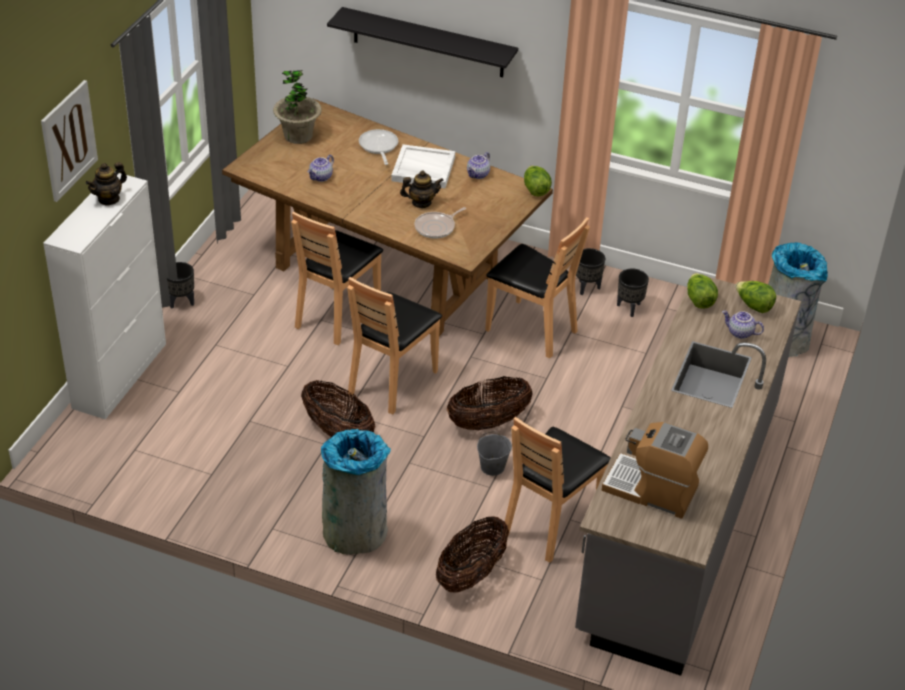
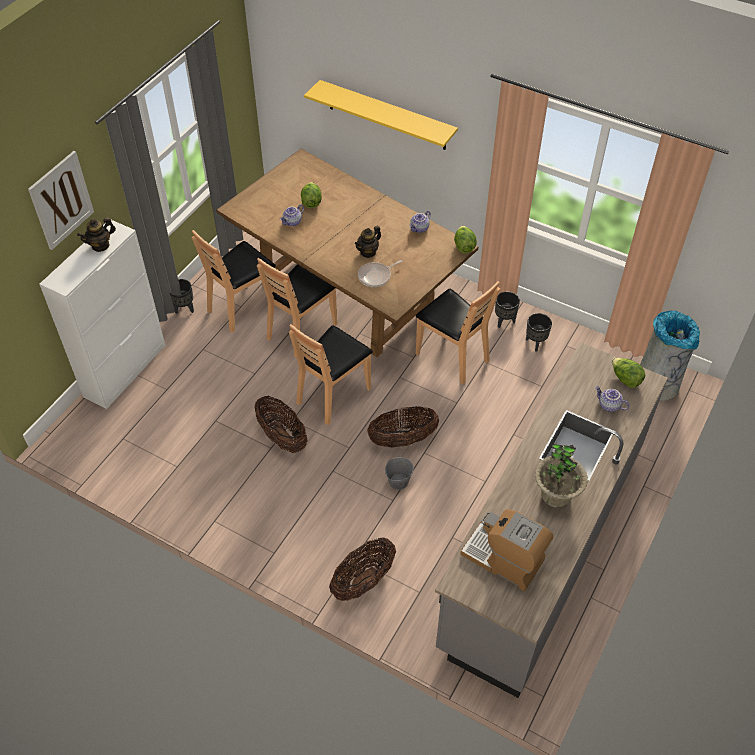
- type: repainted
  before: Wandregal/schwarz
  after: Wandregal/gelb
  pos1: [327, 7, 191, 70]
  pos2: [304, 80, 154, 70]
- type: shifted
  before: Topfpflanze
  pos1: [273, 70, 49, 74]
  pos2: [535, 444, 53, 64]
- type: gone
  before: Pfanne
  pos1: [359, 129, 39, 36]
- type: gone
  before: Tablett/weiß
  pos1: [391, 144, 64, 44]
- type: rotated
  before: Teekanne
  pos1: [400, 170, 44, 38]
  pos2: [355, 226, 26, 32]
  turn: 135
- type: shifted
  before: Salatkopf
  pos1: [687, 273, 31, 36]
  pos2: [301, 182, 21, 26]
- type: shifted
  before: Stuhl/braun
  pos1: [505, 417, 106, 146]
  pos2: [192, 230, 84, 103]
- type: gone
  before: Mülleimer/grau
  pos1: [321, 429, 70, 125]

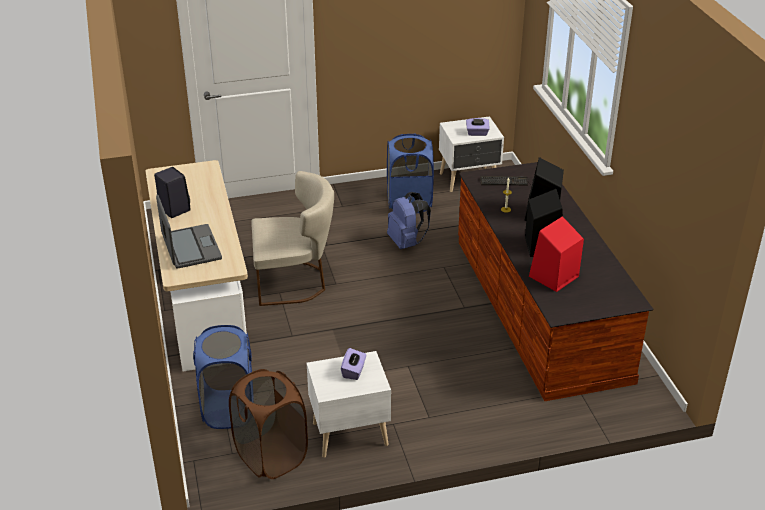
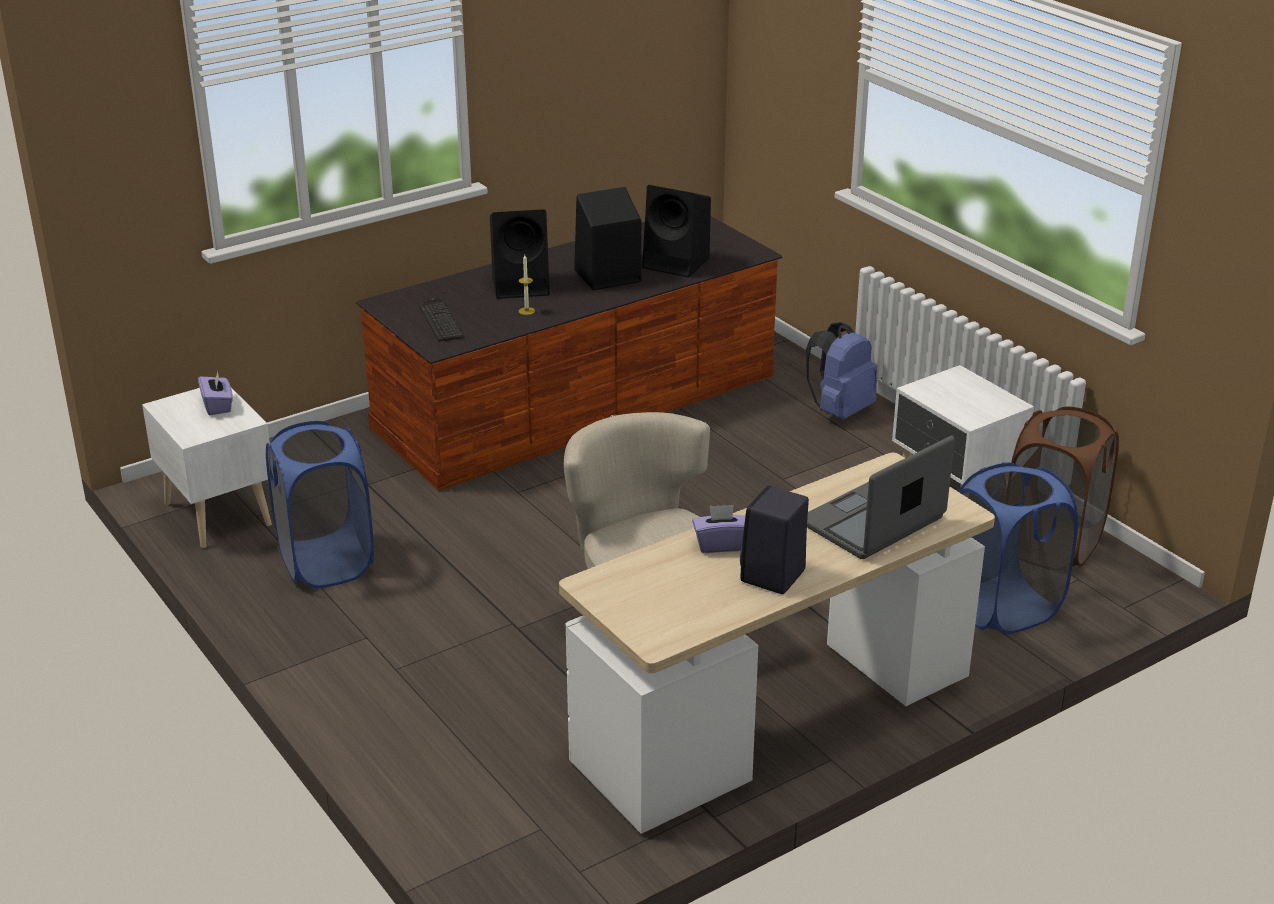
- type: shifted
  before: Rucksack/blau
  pos1: [387, 192, 44, 57]
  pos2: [806, 322, 71, 98]
- type: repainted
  before: Lautsprecher/rot
  after: Lautsprecher/schwarz
  pos1: [529, 216, 55, 76]
  pos2: [642, 185, 69, 93]
- type: shifted
  before: Taschentuchbox/lila
  pos1: [341, 348, 26, 32]
  pos2: [692, 505, 53, 48]

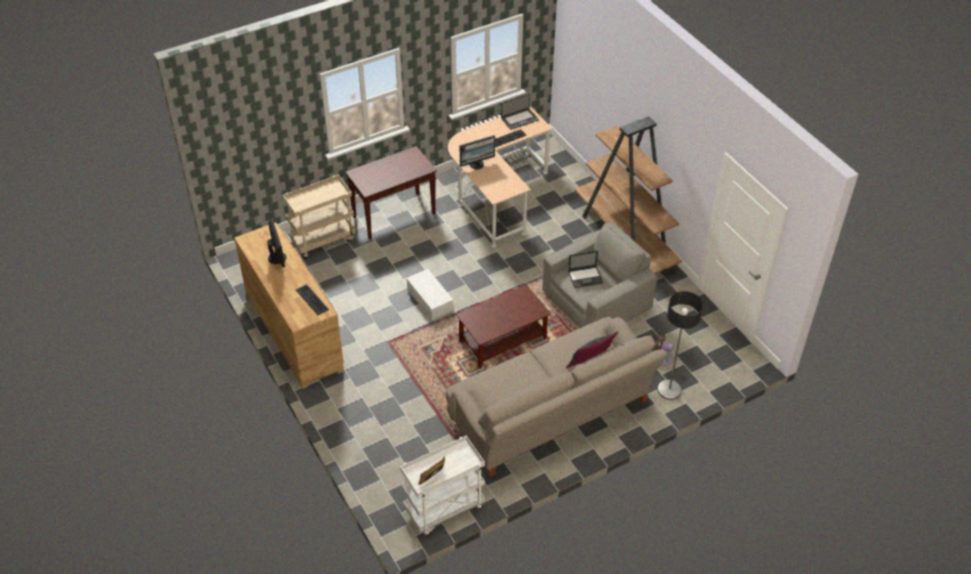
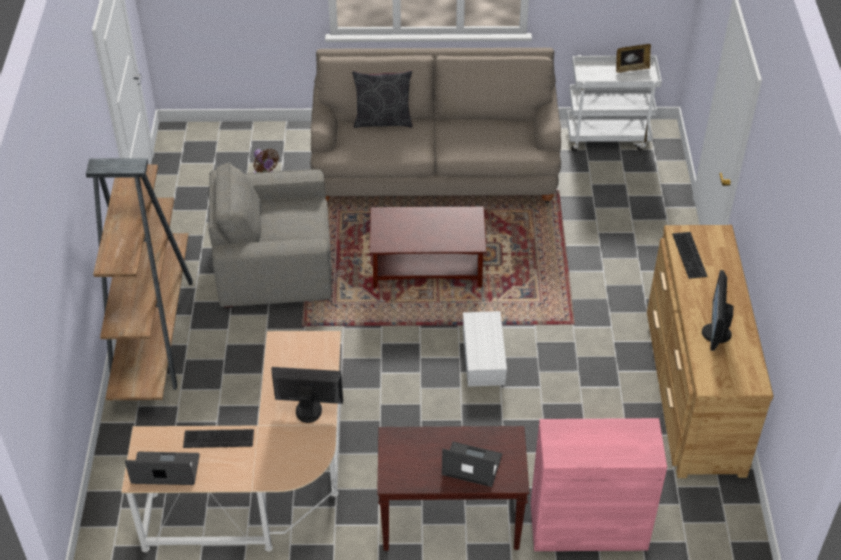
- type: swapped
  before: Rollwagen/beige
  after: Schrank/rosa
  pos1: [282, 175, 74, 84]
  pos2: [530, 418, 137, 133]
- type: shifted
  before: Laptop
  pos1: [568, 250, 35, 38]
  pos2: [442, 442, 61, 45]
- type: gone
  before: Stehlampe
  pos1: [657, 291, 46, 109]

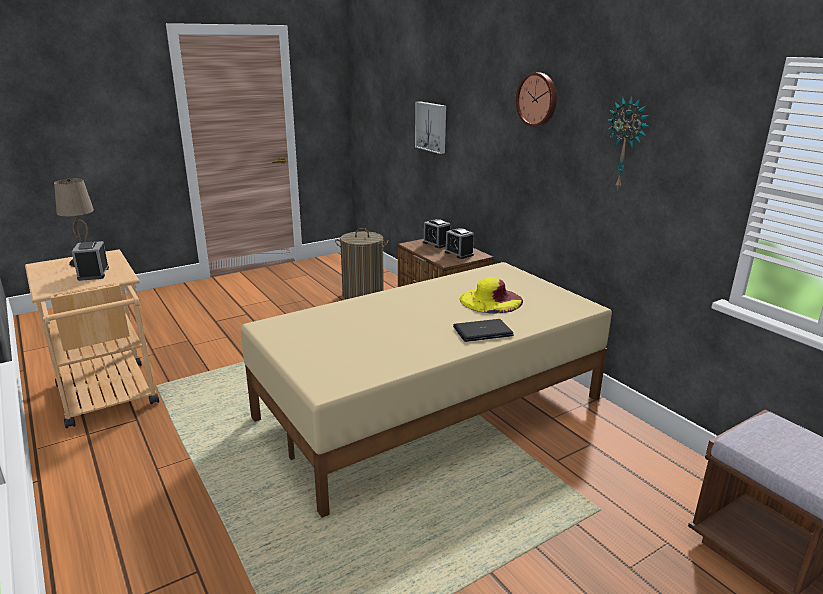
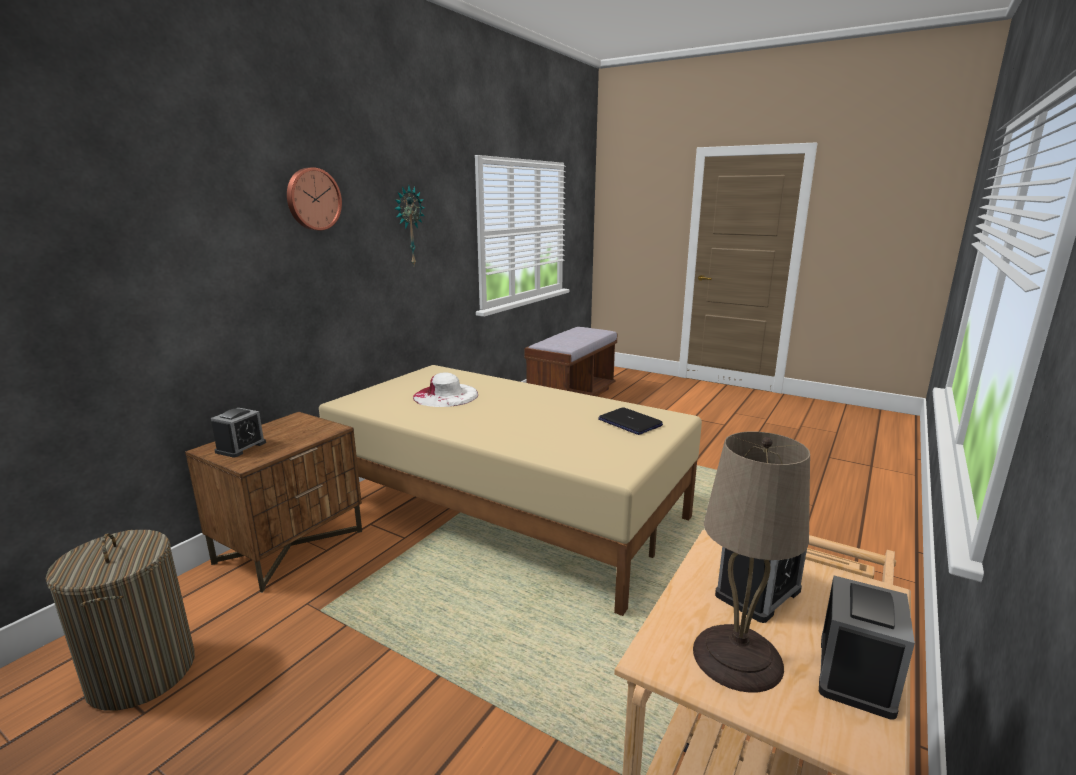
- type: gone
  before: Bild
  pos1: [415, 101, 31, 53]
- type: shifted
  before: Wecker
  pos1: [445, 228, 29, 31]
  pos2: [819, 576, 96, 144]
- type: repainted
  before: Hut/gelb
  after: Hut/weiß
  pos1: [460, 277, 63, 37]
  pos2: [413, 372, 65, 35]
- type: shifted
  before: Laptop
  pos1: [453, 319, 61, 23]
  pos2: [598, 407, 65, 28]

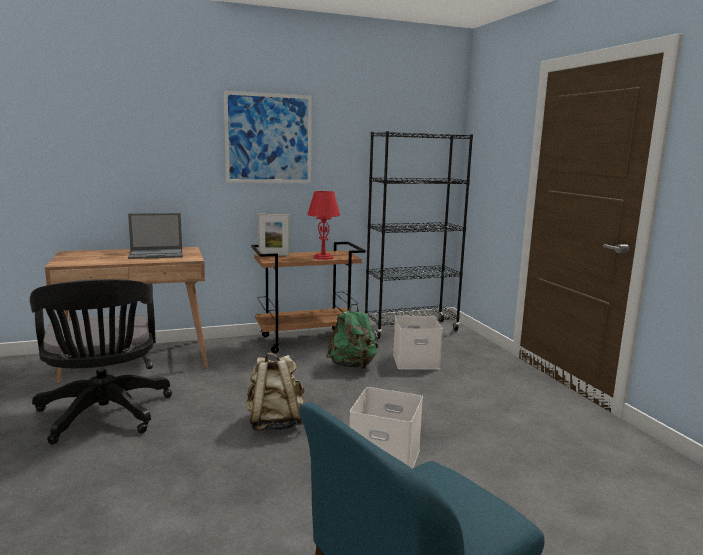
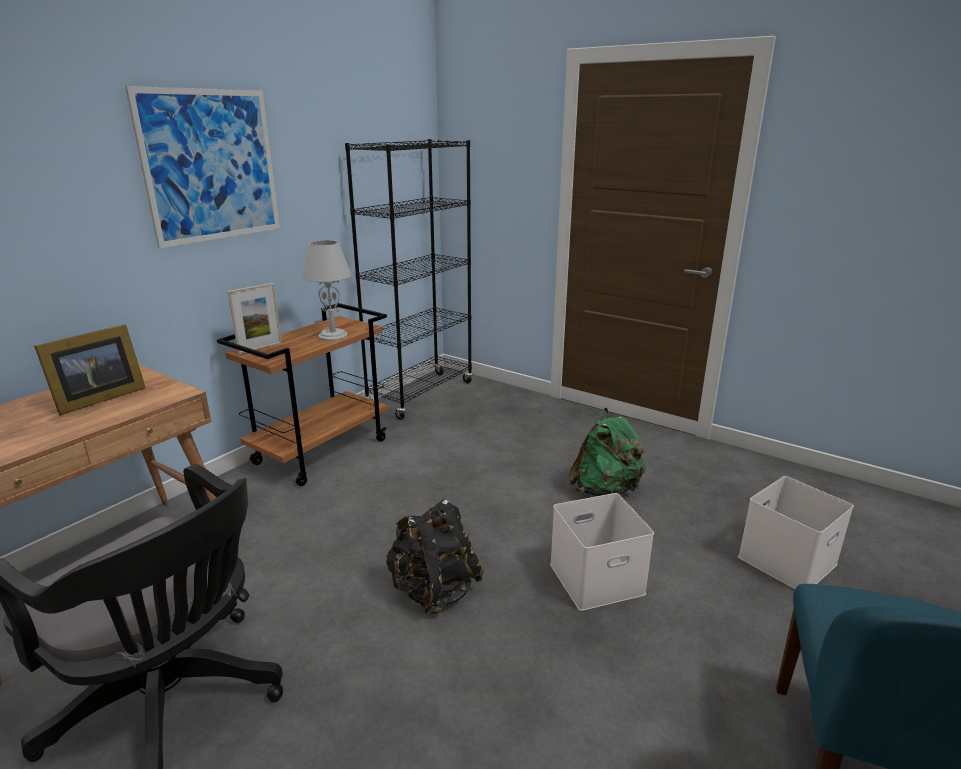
- type: repainted
  before: Tischlampe/rot
  after: Tischlampe/grau
  pos1: [307, 191, 33, 69]
  pos2: [303, 240, 49, 101]
- type: swapped
  before: Laptop
  after: Bilderrahmen
  pos1: [128, 213, 55, 46]
  pos2: [34, 324, 112, 91]
- type: shifted
  before: Rucksack/grün
  pos1: [326, 304, 53, 65]
  pos2: [569, 408, 77, 88]
- type: shifted
  before: Aufbewahrungsbox/weiß
  pos1: [393, 316, 50, 54]
  pos2: [738, 476, 116, 113]
- type: repainted
  before: Rucksack/beige
  after: Rucksack/schwarz
  pos1: [245, 352, 59, 79]
  pos2: [386, 499, 97, 116]

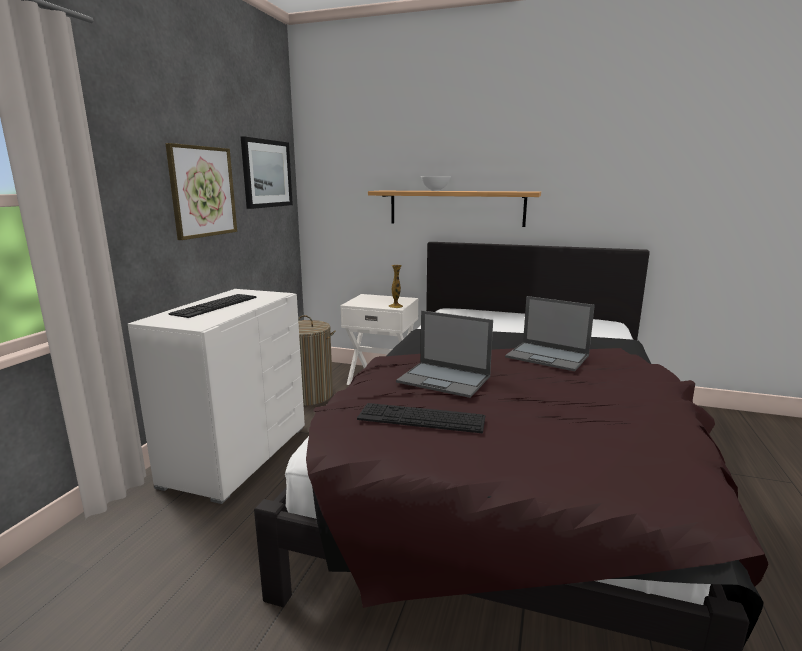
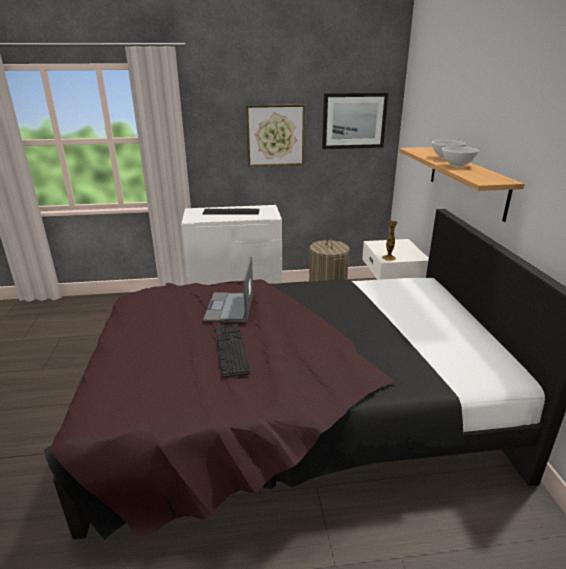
- type: gone
  before: Laptop
  pos1: [505, 296, 90, 75]
- type: shifted
  before: Tastatur
  pos1: [357, 403, 128, 30]
  pos2: [215, 324, 35, 54]
- type: new
  after: Schüssel/weiß
  pos2: [442, 147, 37, 20]

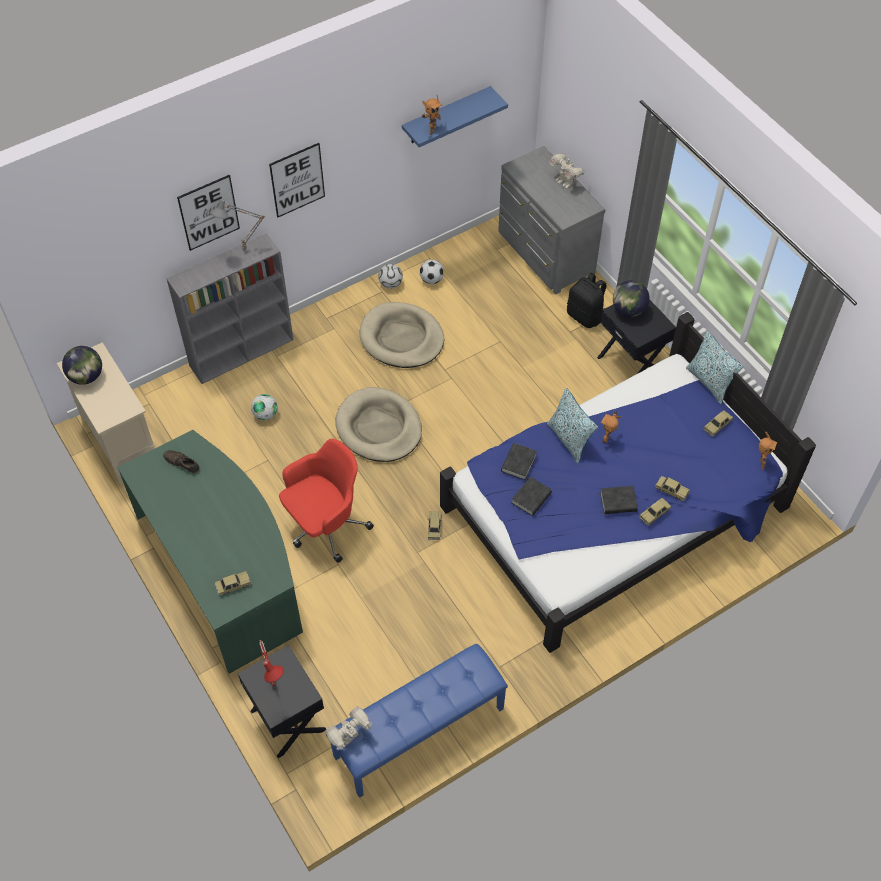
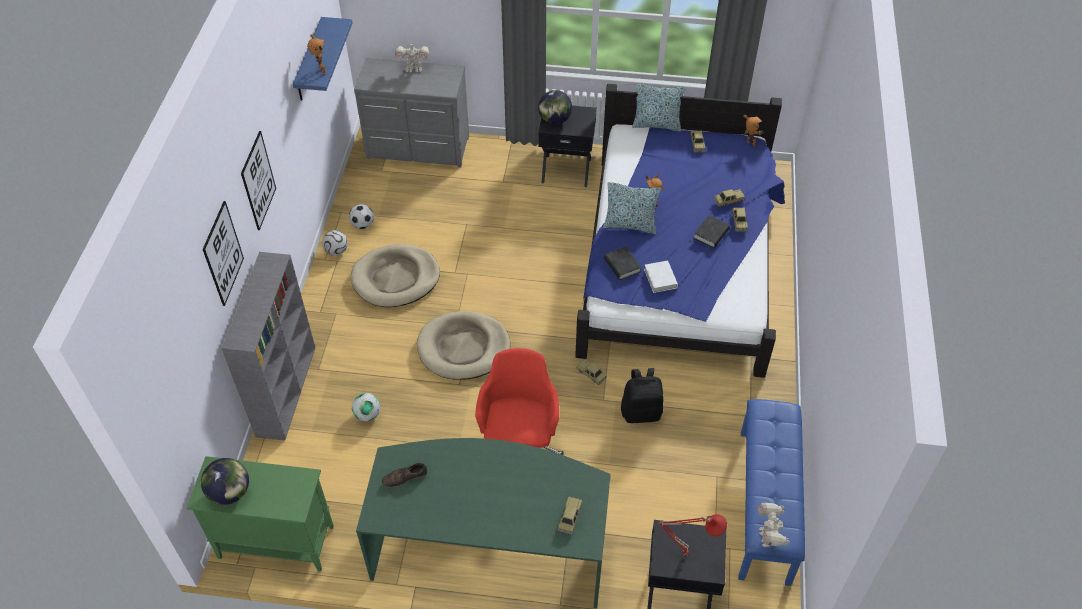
- type: gone
  before: Tischlampe/grau
  pos1: [210, 199, 55, 52]
- type: shifted
  before: Rucksack/schwarz
  pos1: [567, 273, 39, 55]
  pos2: [621, 368, 43, 55]
- type: repainted
  before: Schrank/beige
  after: Schrank/grün
  pos1: [57, 342, 98, 142]
  pos2: [186, 456, 148, 116]
- type: repainted
  before: Buch/schwarz
  after: Buch/weiß
  pos1: [512, 477, 40, 39]
  pos2: [644, 261, 34, 32]

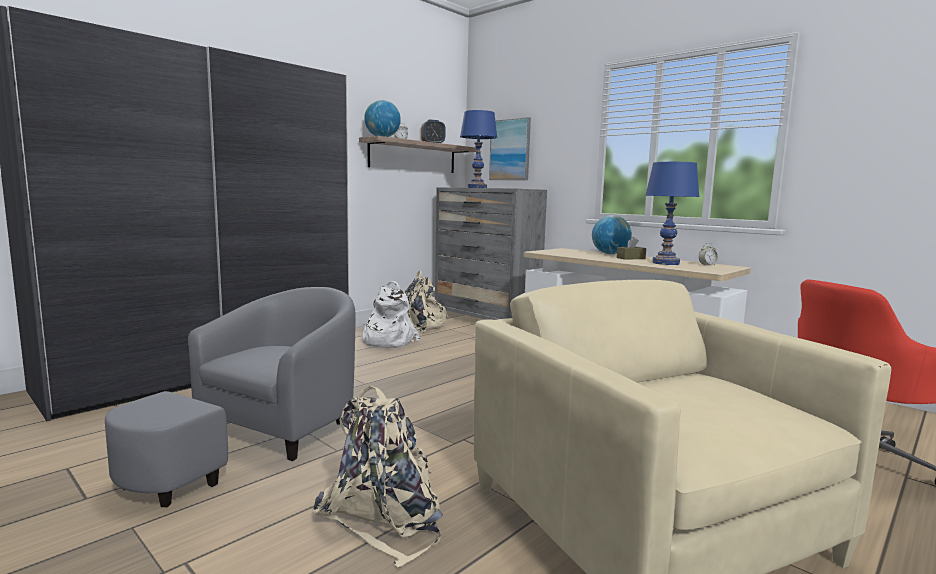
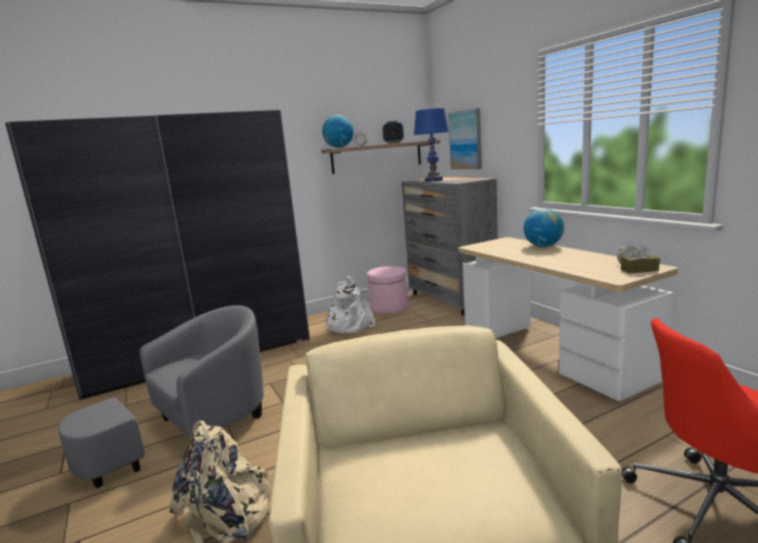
- type: gone
  before: Tischlampe/blau
  pos1: [645, 161, 54, 104]
- type: shifted
  before: Taschentuchbox/braun
  pos1: [616, 237, 30, 23]
  pos2: [621, 245, 39, 28]
- type: swapped
  before: Rucksack/beige
  after: Polsterhocker/rosa
  pos1: [405, 271, 44, 62]
  pos2: [367, 266, 41, 48]

